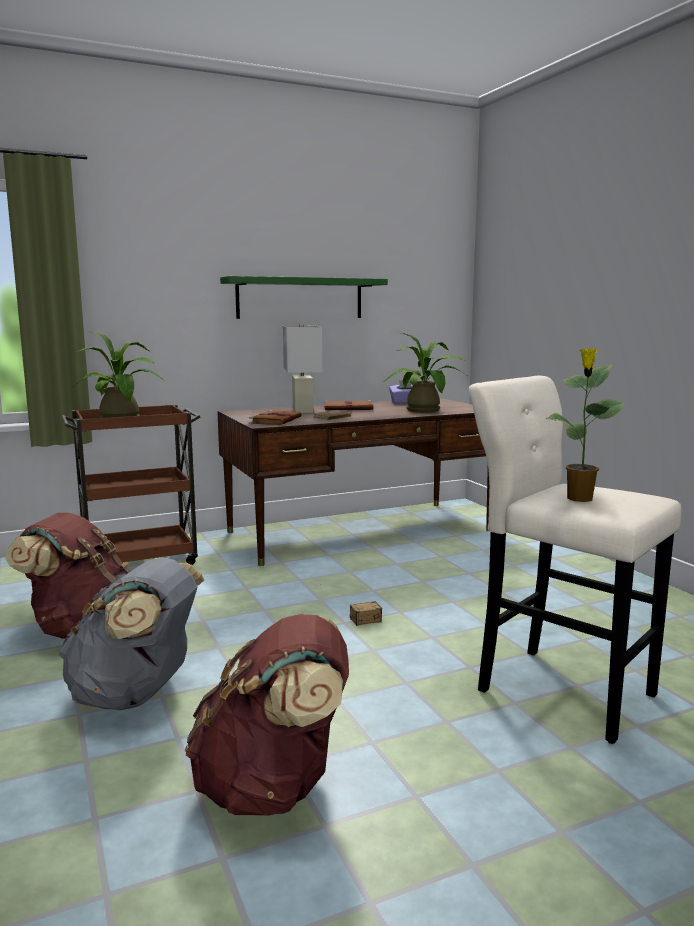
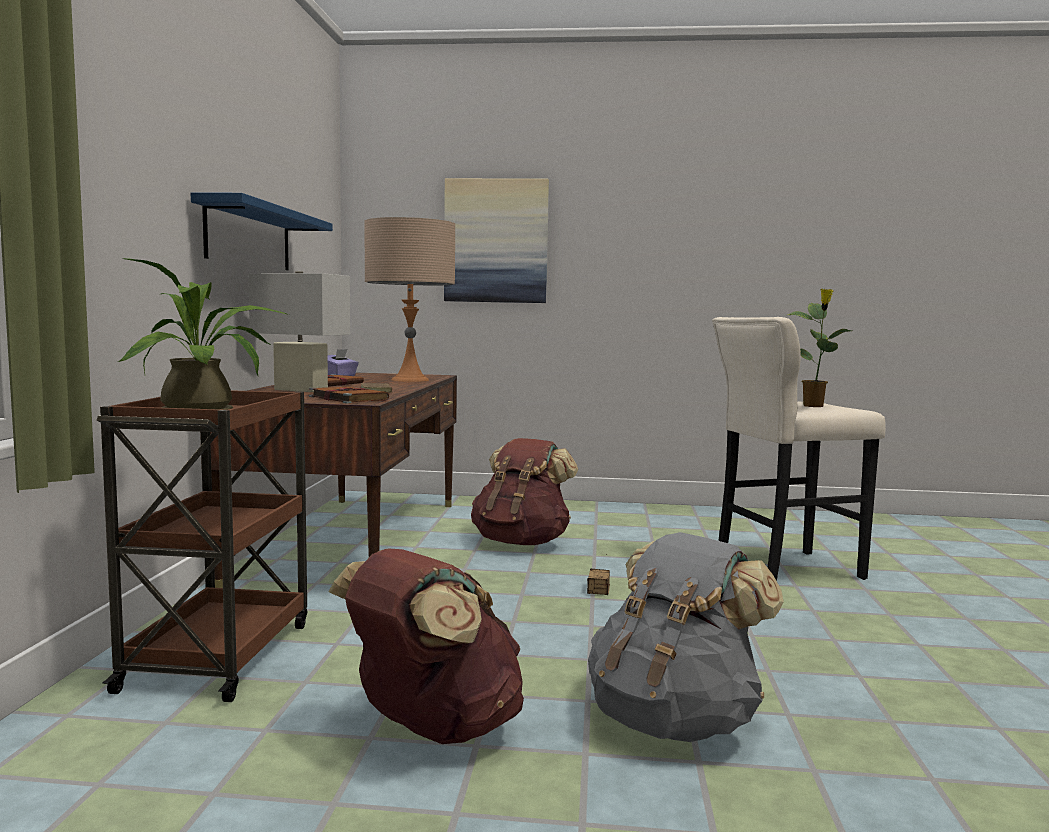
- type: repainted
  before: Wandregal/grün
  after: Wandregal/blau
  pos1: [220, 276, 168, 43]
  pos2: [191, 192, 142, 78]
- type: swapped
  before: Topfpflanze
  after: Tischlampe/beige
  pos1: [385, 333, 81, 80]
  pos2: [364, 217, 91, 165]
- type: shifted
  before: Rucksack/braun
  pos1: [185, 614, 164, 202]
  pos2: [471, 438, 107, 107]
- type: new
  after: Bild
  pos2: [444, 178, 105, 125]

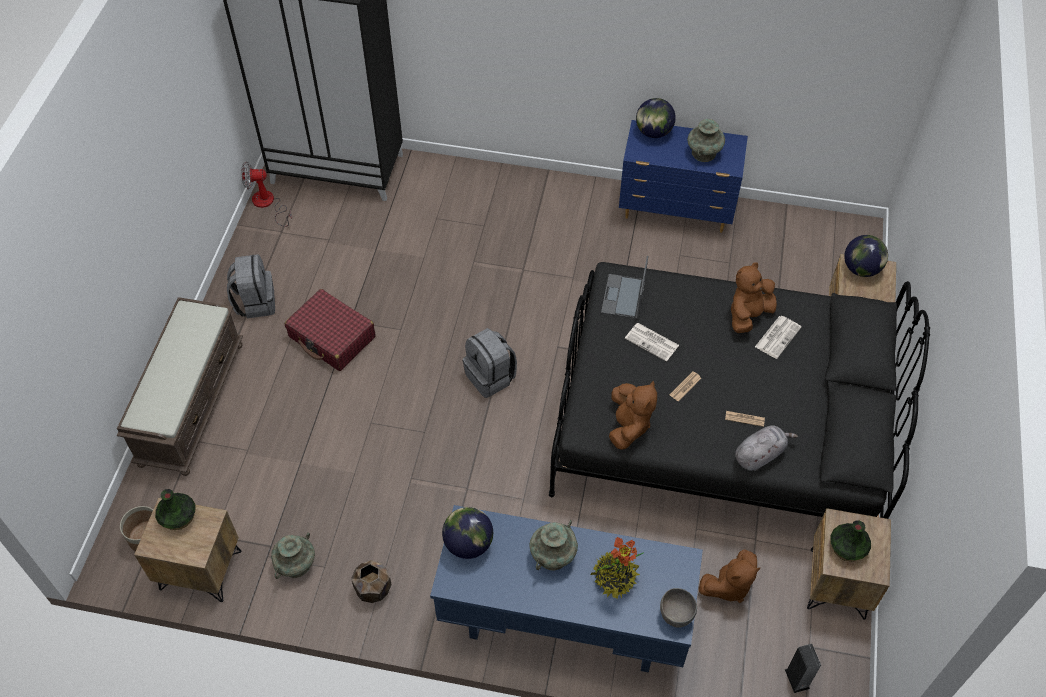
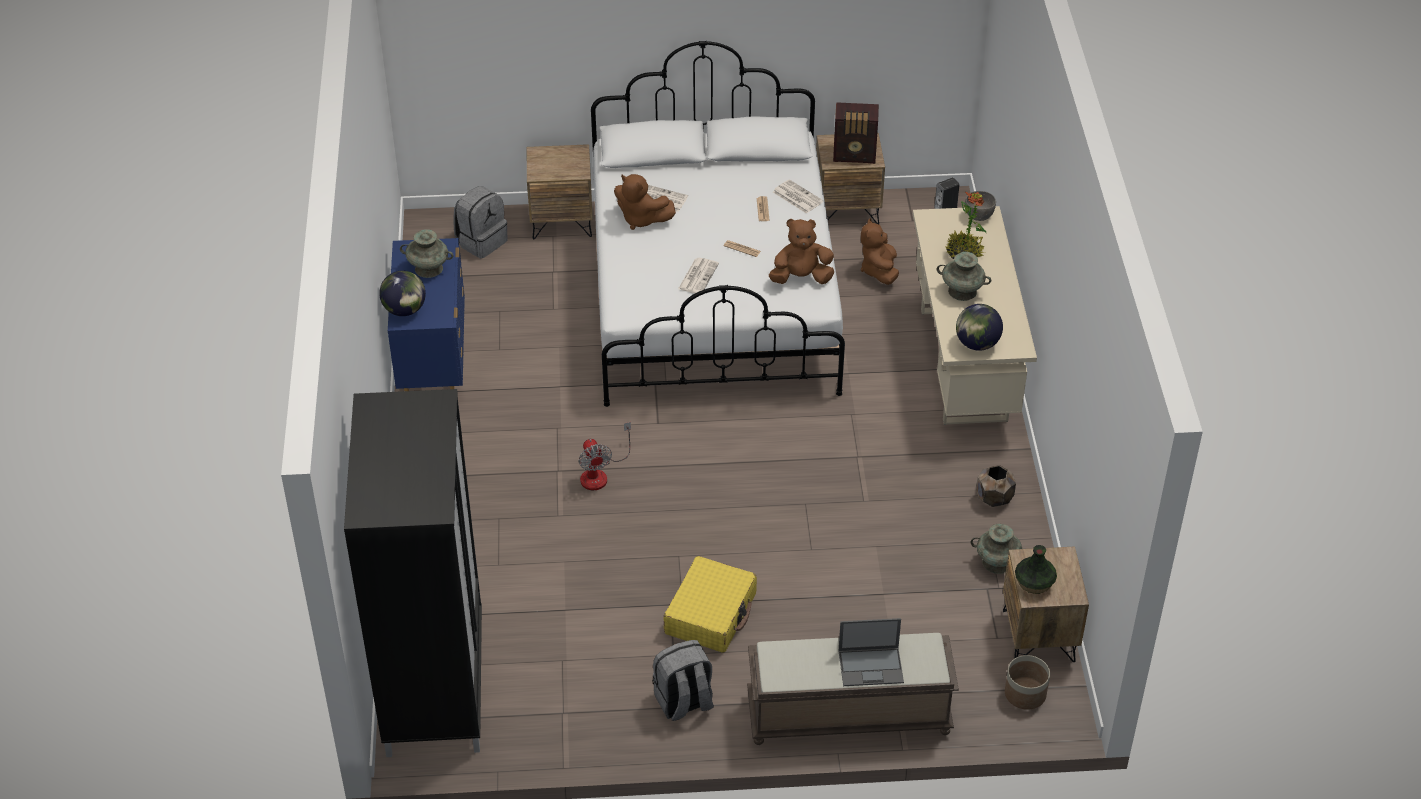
- type: shifted
  before: Ventilator
  pos1: [241, 162, 51, 65]
  pos2: [579, 422, 52, 68]
- type: gone
  before: Globus
  pos1: [844, 235, 44, 42]
- type: shifted
  before: Laptop
  pos1: [601, 256, 47, 63]
  pos2: [838, 618, 66, 68]
- type: repainted
  before: Bett/schwarz
  after: Bett/weiß
  pos1: [549, 262, 381, 257]
  pos2: [591, 41, 254, 366]
- type: repainted
  before: Koffer/rot
  after: Koffer/gelb
  pos1: [285, 289, 90, 82]
  pos2: [663, 556, 94, 97]
- type: shifted
  before: Rucksack/grau
  pos1: [463, 328, 54, 70]
  pos2: [453, 186, 55, 72]
- type: swapped
  before: Plüschtier/grau
  after: Zeitung
  pos1: [735, 425, 63, 46]
  pos2: [773, 179, 51, 35]
- type: repainted
  before: Schreibtisch/blau
  after: Schreibtisch/beige
  pos1: [430, 505, 273, 167]
  pos2: [913, 206, 124, 219]
- type: swapped
  before: Vase
  after: Radio
  pos1: [830, 520, 41, 41]
  pos2: [833, 102, 46, 62]
- type: rotated
  before: Plüschtier/braun
  pos1: [699, 549, 62, 54]
  pos2: [861, 218, 38, 67]
  turn: -135

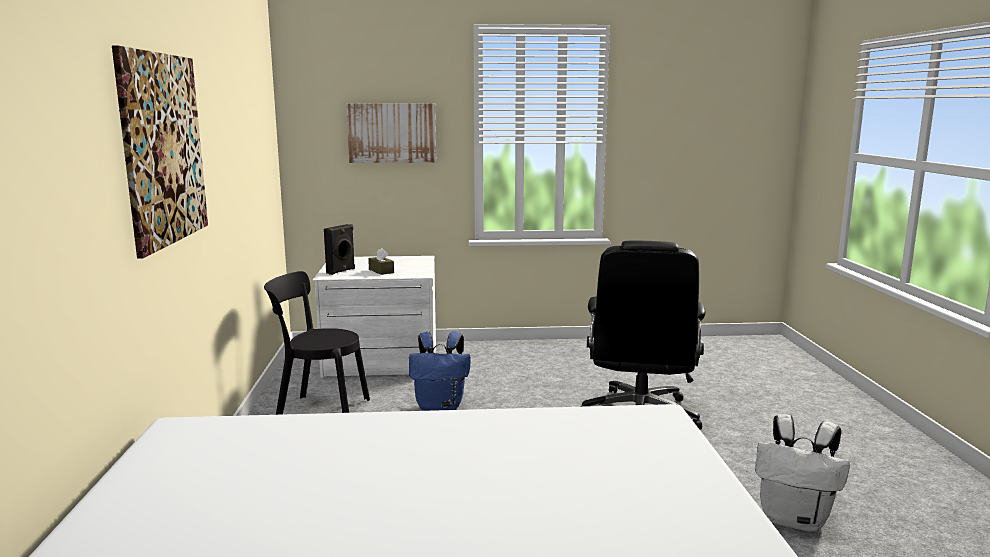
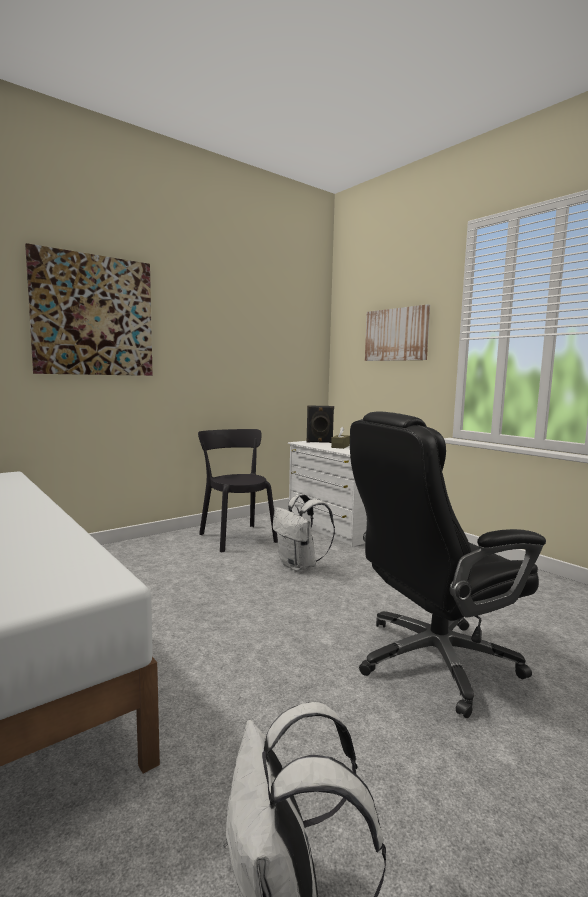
- type: repainted
  before: Rucksack/blau
  after: Rucksack/weiß
  pos1: [409, 332, 62, 79]
  pos2: [273, 494, 62, 77]

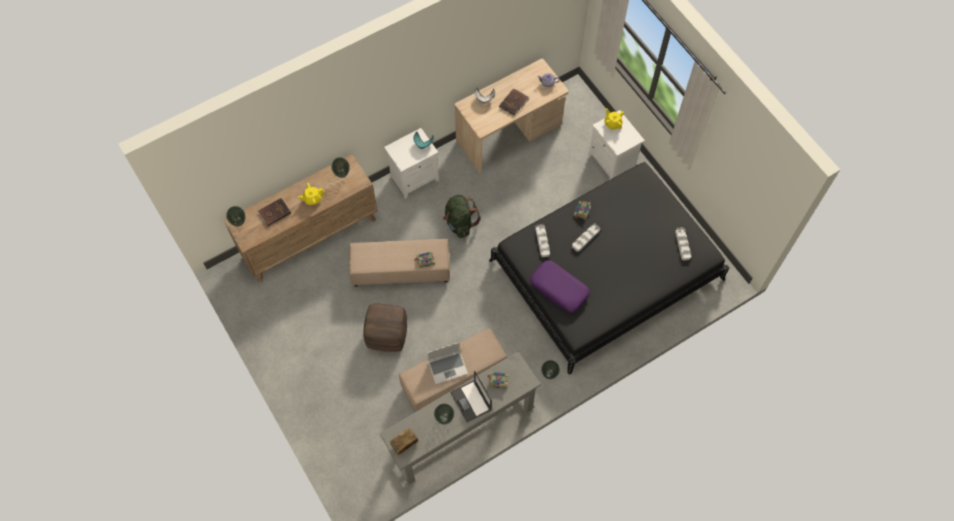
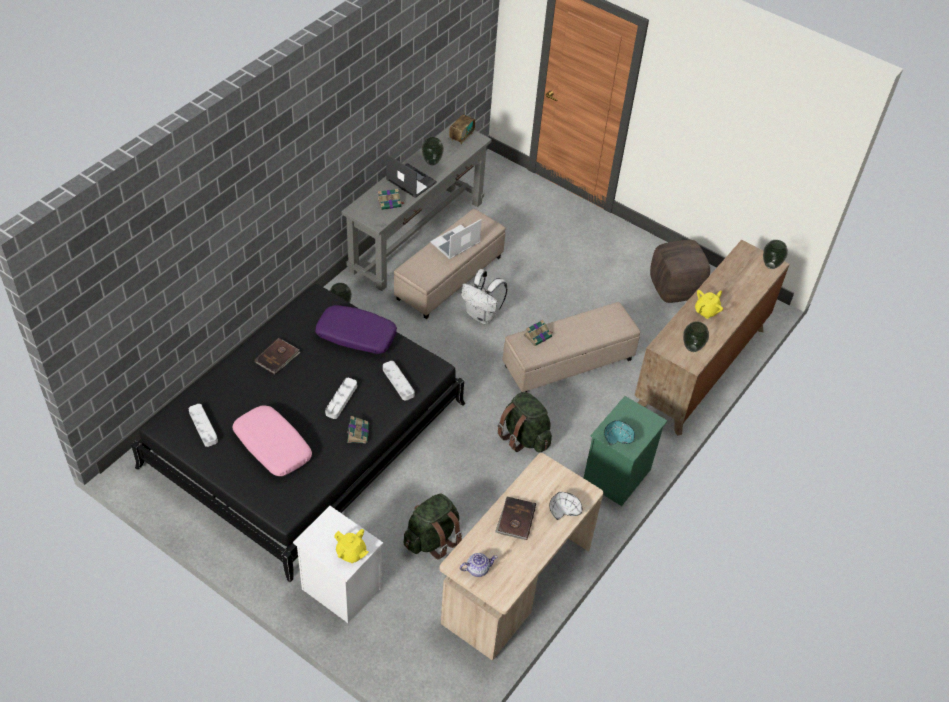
- type: repainted
  before: Nachttisch/weiß
  after: Nachttisch/grün
  pos1: [384, 128, 55, 70]
  pos2: [584, 396, 83, 110]
- type: shifted
  before: Buch/braun
  pos1: [257, 198, 34, 28]
  pos2: [254, 338, 47, 37]
- type: shifted
  before: Polsterhocker/braun
  pos1: [363, 304, 44, 48]
  pos2: [650, 240, 60, 63]
- type: new
  after: Rucksack/weiß
  pos2: [461, 269, 47, 55]
- type: new
  after: Kissen/rosa
  pos2: [233, 406, 79, 70]
- type: new
  after: Rucksack/grün
  pos2: [404, 494, 58, 66]

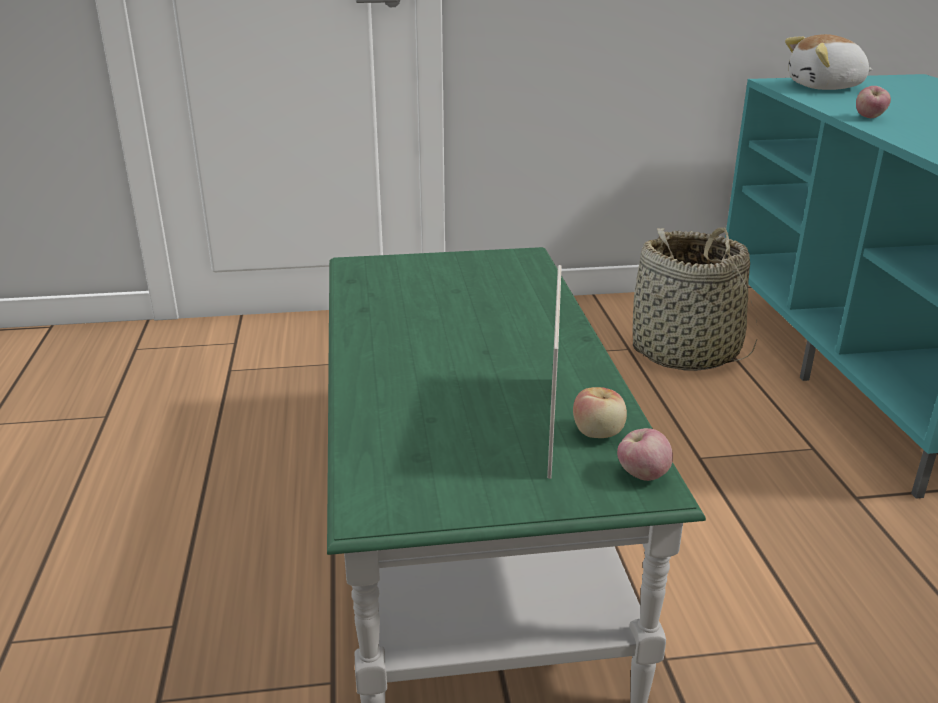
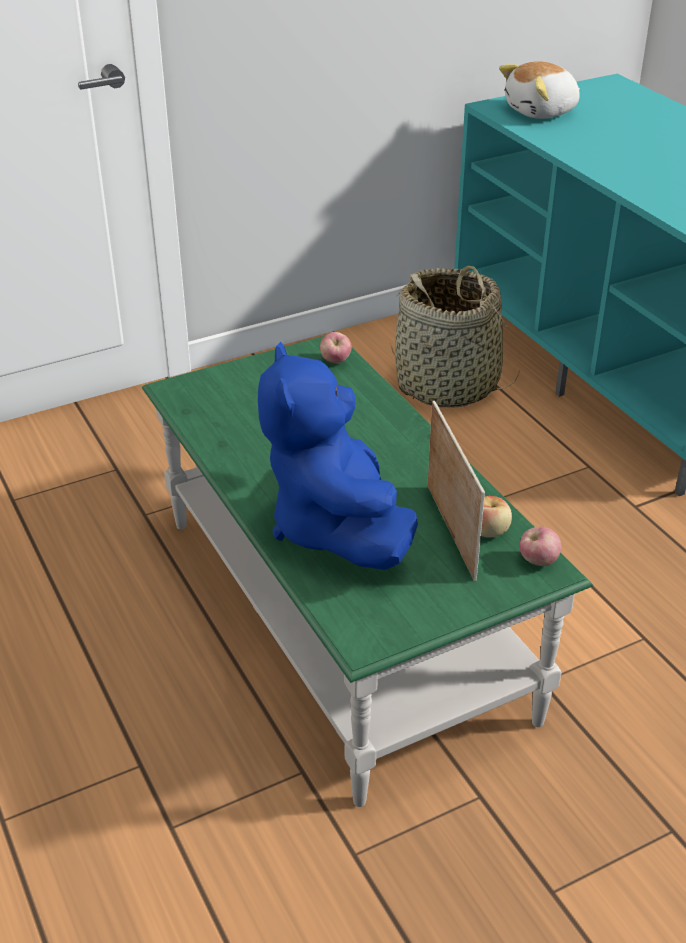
- type: shifted
  before: Apfel
  pos1: [856, 86, 35, 32]
  pos2: [320, 332, 32, 31]
- type: new
  after: Plüschtier/blau
  pos2: [258, 342, 160, 228]

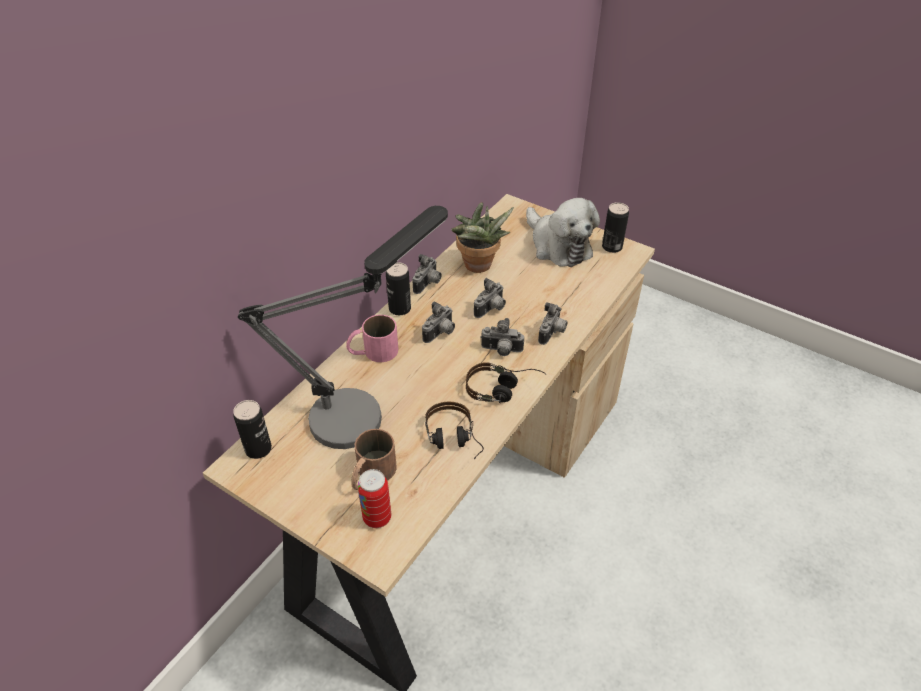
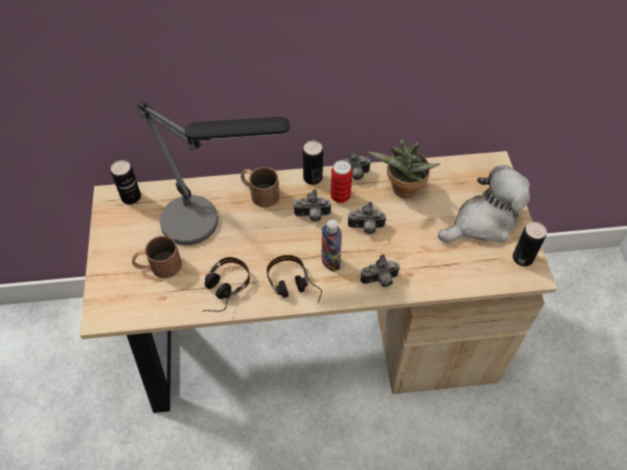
- type: rotated
  before: Plüschtier
  pos1: [526, 198, 74, 69]
  pos2: [438, 165, 92, 78]
  turn: -135
- type: repainted
  before: Henkelbecher/rosa
  after: Henkelbecher/braun
  pos1: [346, 315, 52, 47]
  pos2: [241, 167, 38, 40]
- type: swapped
  before: Kamera
  after: Flasche
  pos1: [481, 318, 43, 38]
  pos2: [321, 220, 21, 52]
- type: shifted
  before: Dose
  pos1: [358, 469, 33, 59]
  pos2: [331, 160, 21, 43]

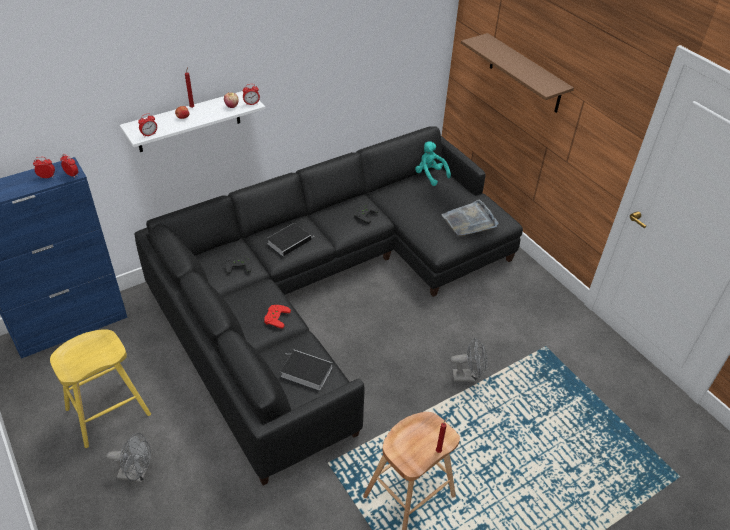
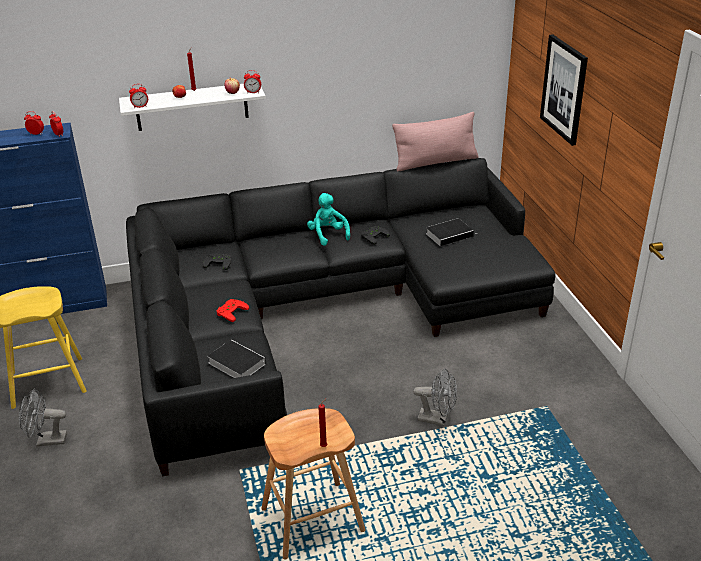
- type: swapped
  before: Wandregal/braun
  after: Bild
  pos1: [461, 33, 113, 80]
  pos2: [540, 34, 48, 112]
- type: shifted
  before: Plüschtier/türkis
  pos1: [415, 141, 36, 45]
  pos2: [307, 193, 43, 53]
- type: gone
  before: Tablett/grau
  pos1: [441, 199, 57, 37]
- type: shifted
  before: Buch
  pos1: [267, 223, 48, 34]
  pos2: [426, 218, 49, 28]
- type: rotated
  before: Ventilator/grau
  pos1: [107, 433, 44, 50]
  pos2: [19, 388, 48, 58]
  turn: 150
- type: new
  after: Kissen/rosa
  pos2: [392, 112, 87, 60]

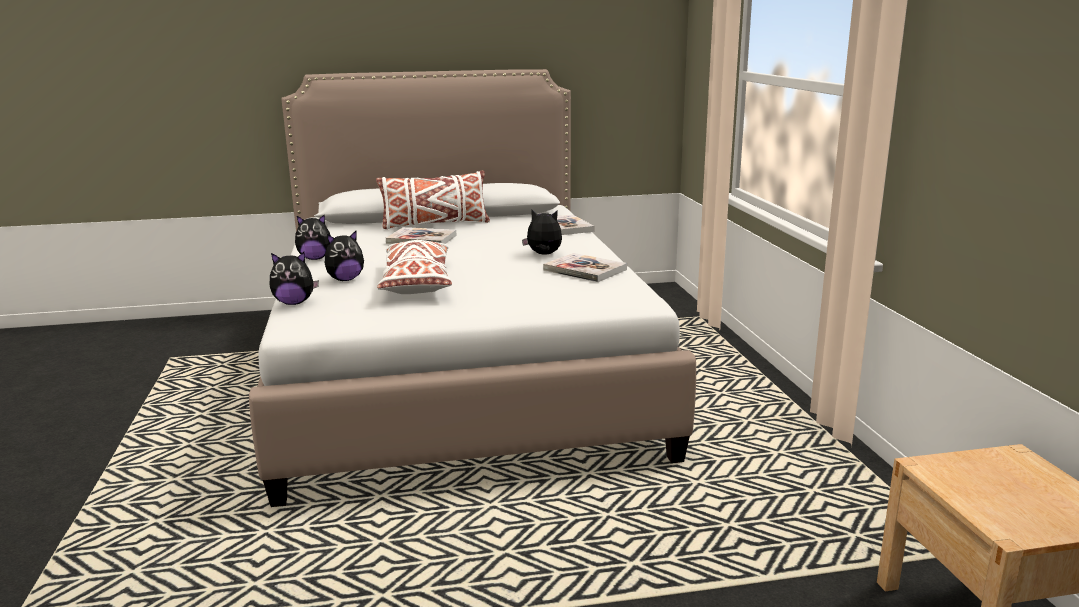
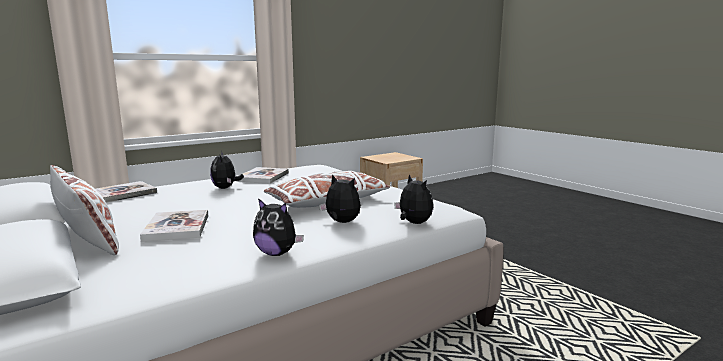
- type: rotated
  before: Plüschtier
  pos1: [295, 215, 36, 45]
  pos2: [253, 198, 51, 58]
  turn: 150

